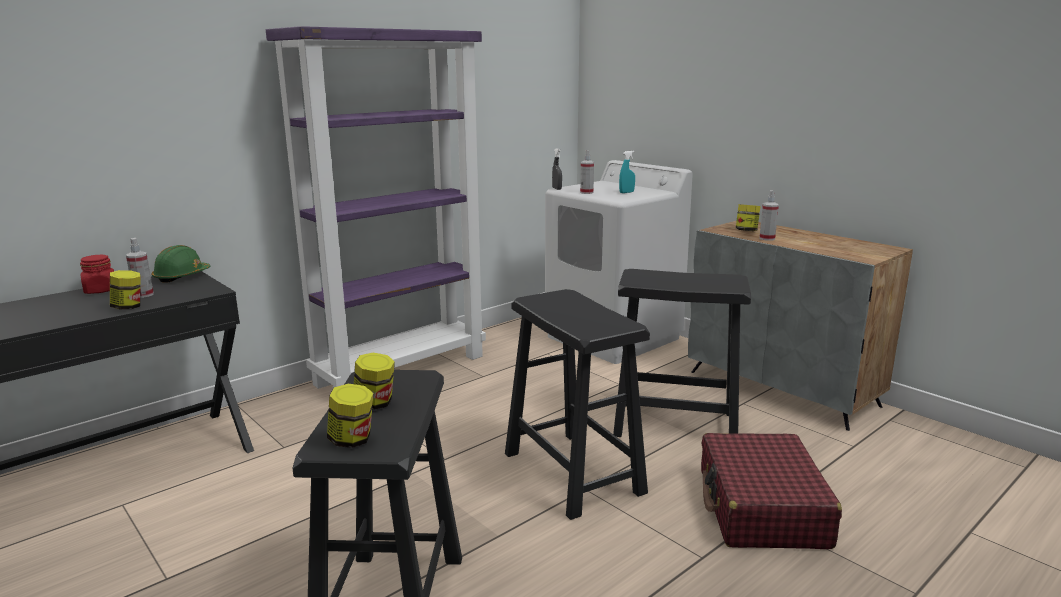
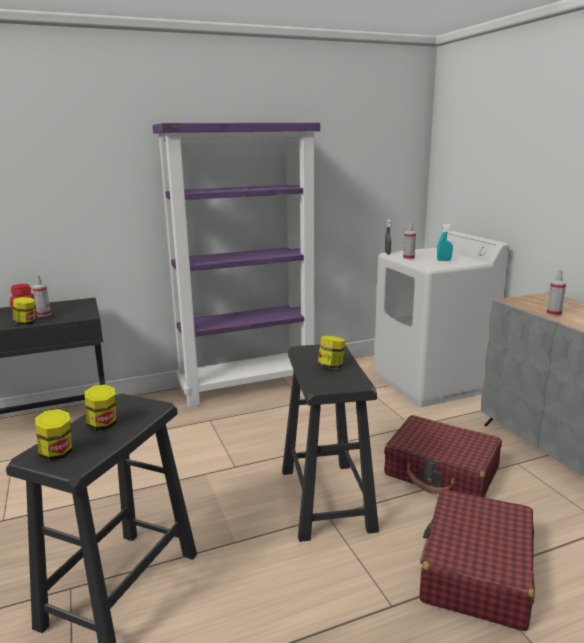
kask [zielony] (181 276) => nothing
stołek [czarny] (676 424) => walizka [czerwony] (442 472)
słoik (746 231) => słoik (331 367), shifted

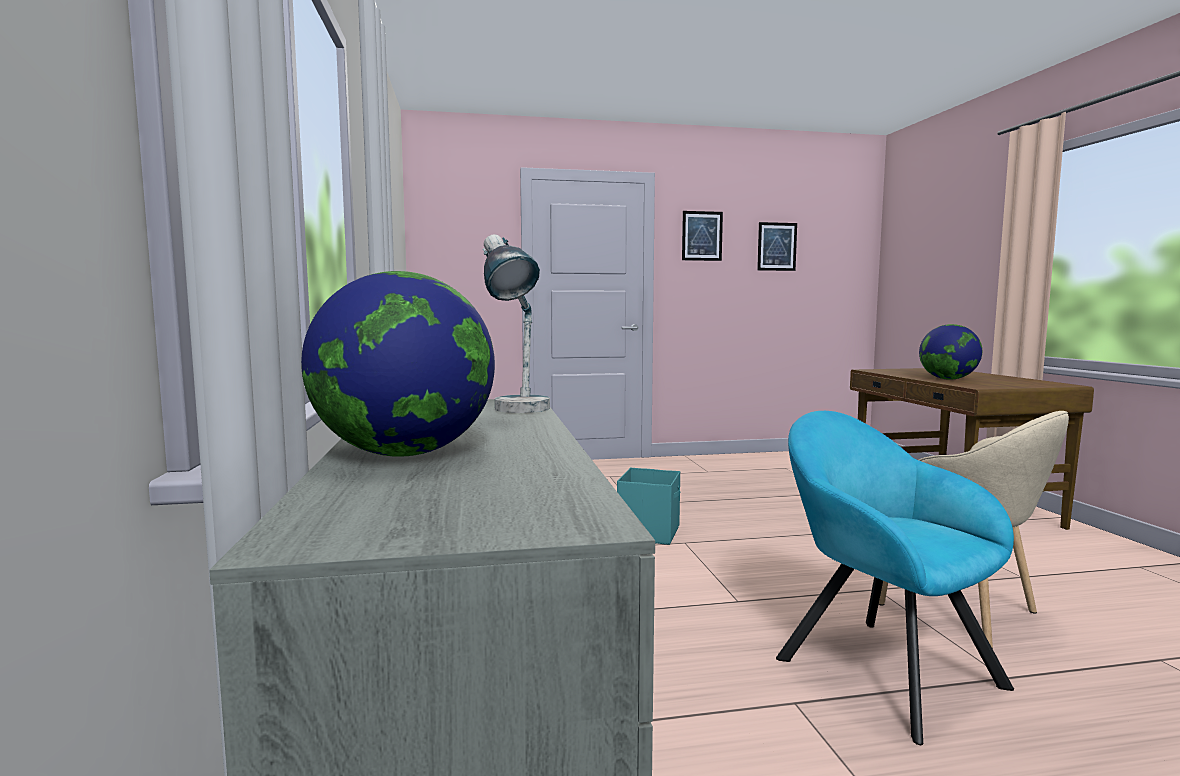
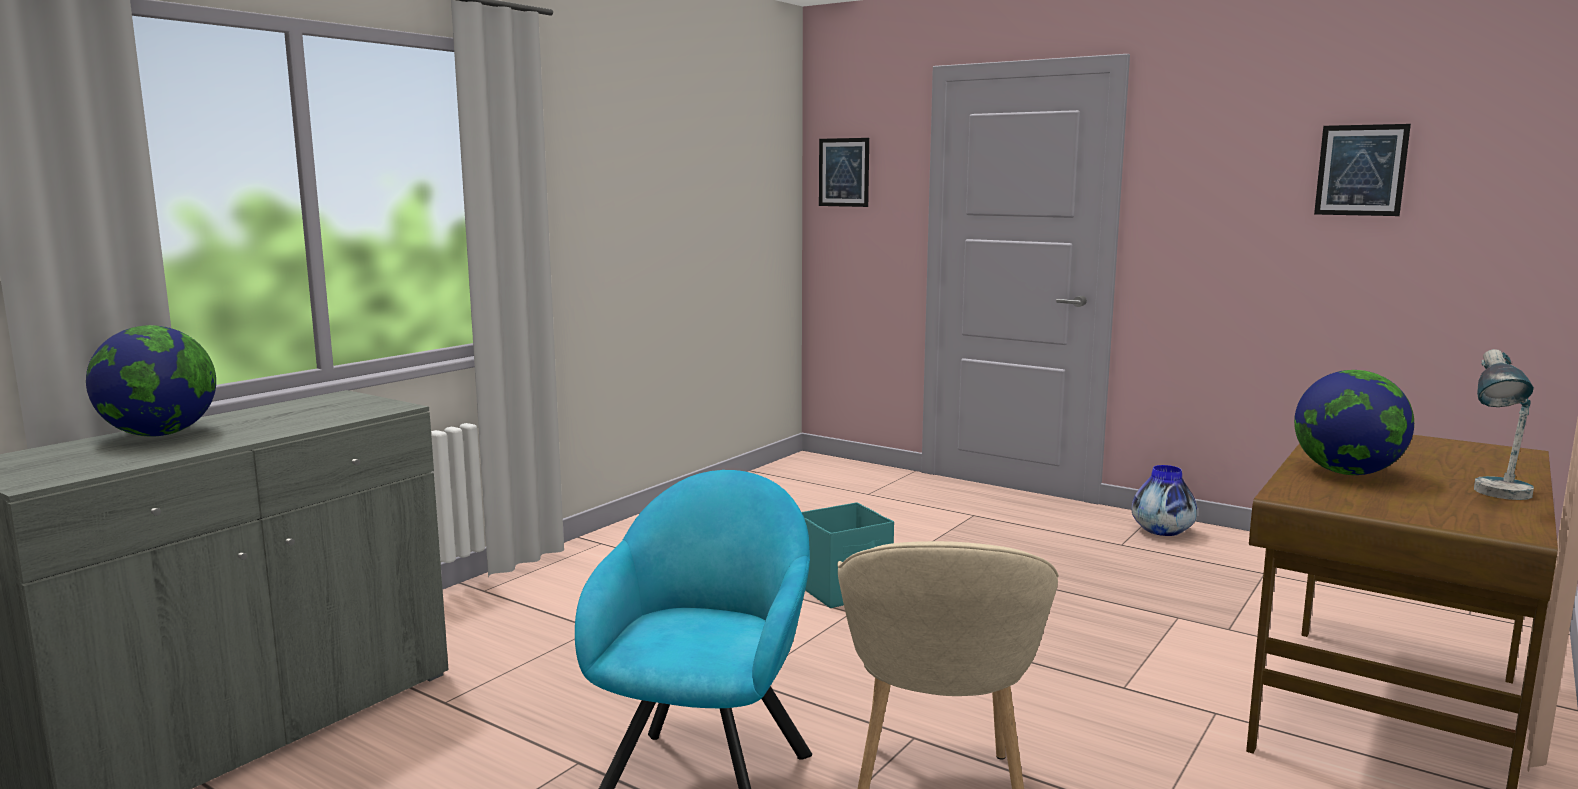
lampa stołowa (518 412) => lampa stołowa (1496 497), shifted
obraz (702 236) => obraz (844 172), shifted
nothing => wazon (1162 532)

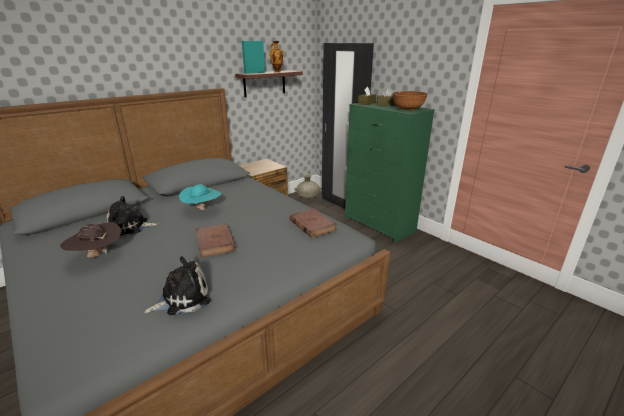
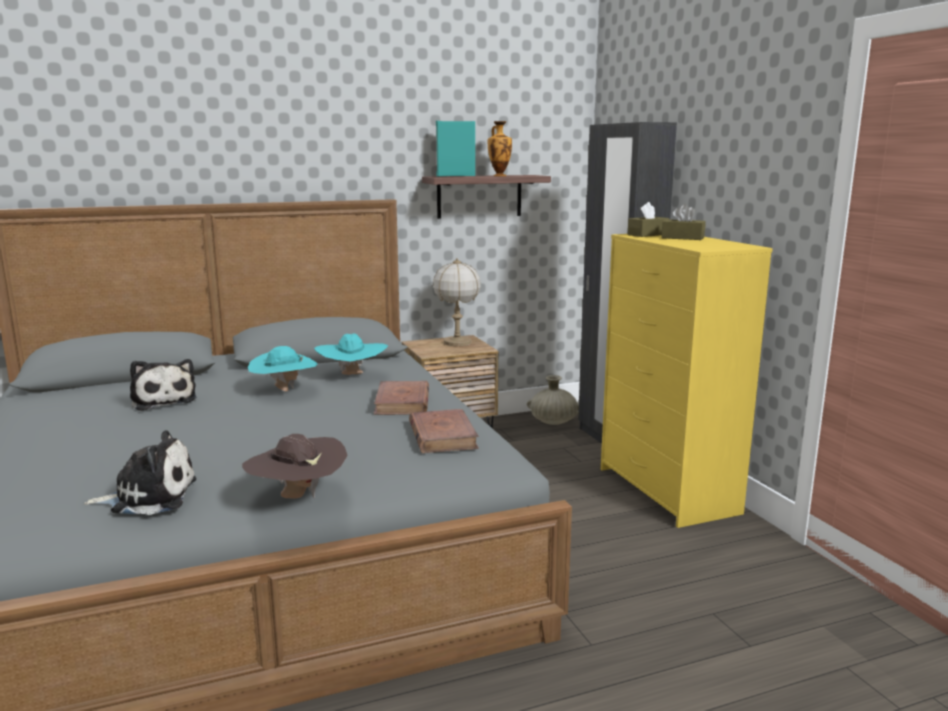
kapelusz [brązowy] (97 255) => kapelusz [brązowy] (297 497), shifted
pluszak (131 227) => pluszak (163 400), 135 degrees counterclockwise
książka [brązowy] (215 243) => książka [brązowy] (402 402), shifted
komoda [zielony] (379 225) => komoda [żółty] (668 491)
miska [brązowy] (408 109) => nothing
nothing => kapelusz [turkusowy] (352 376)
nothing => lampa stołowa (457 342)

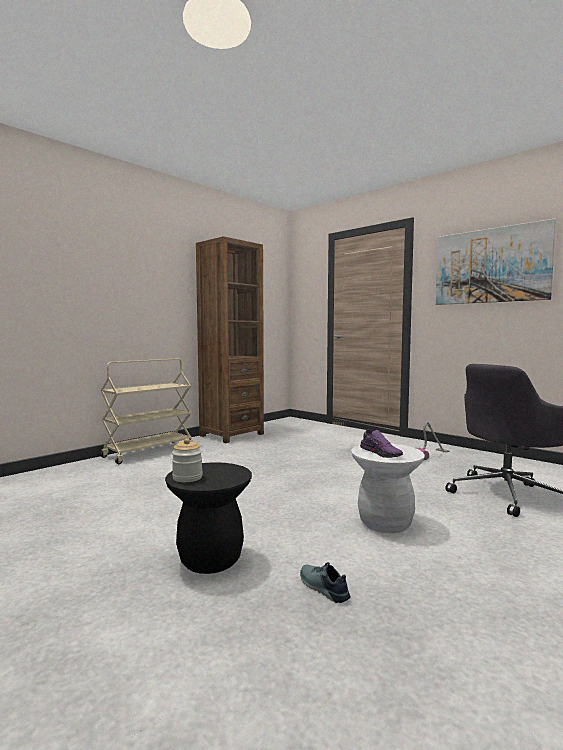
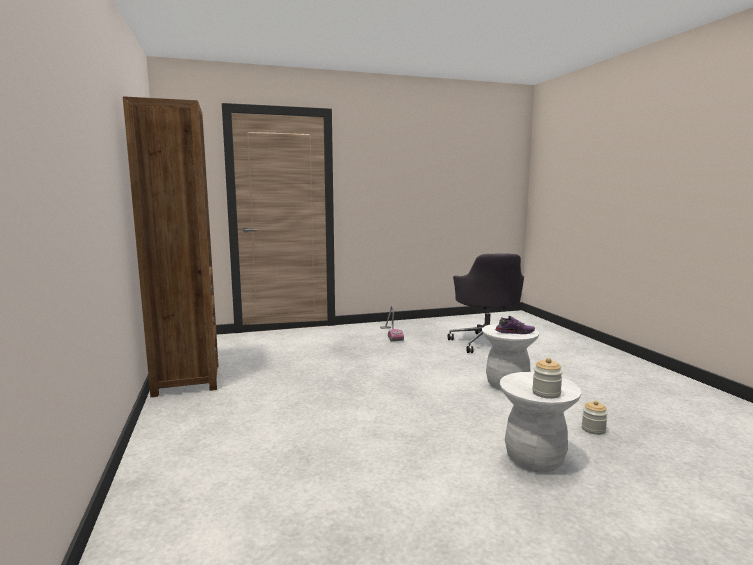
wózek [beżowy] (149 452) => nothing
stołek [czarny] (210 559) => stołek [biały] (534 459)
but (322 588) => słoik (593 429)
obraz (491 266) => nothing

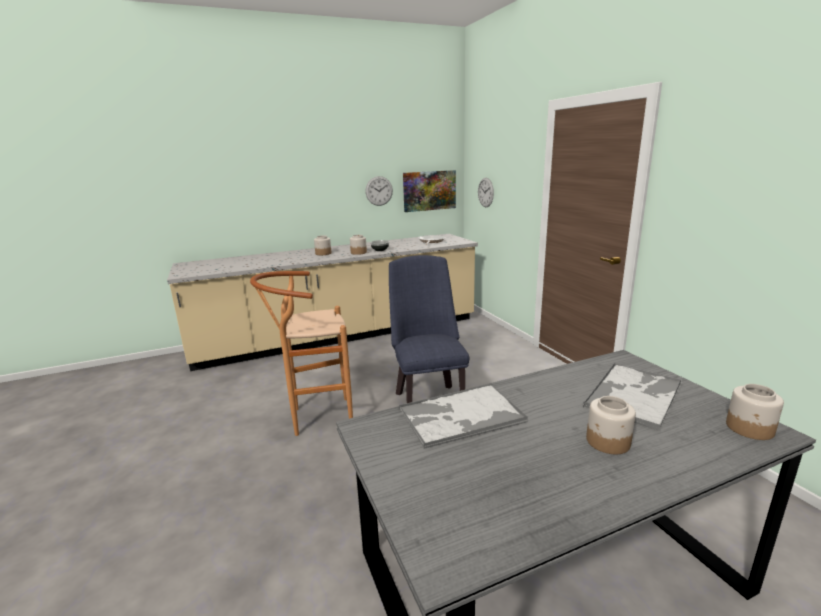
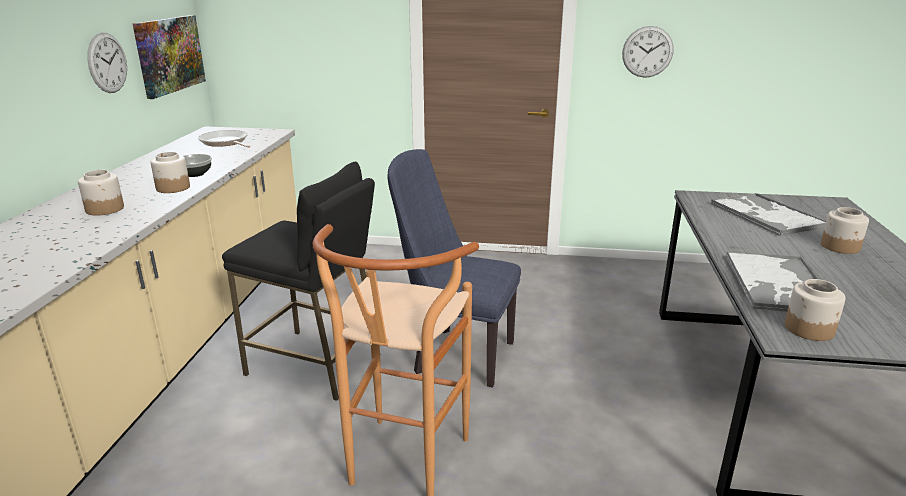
zegar ścienny (485 192) => zegar ścienny (647 52), shifted
słoik (750 428) => słoik (809 329), shifted
nothing => stołek [czarny] (315 364)

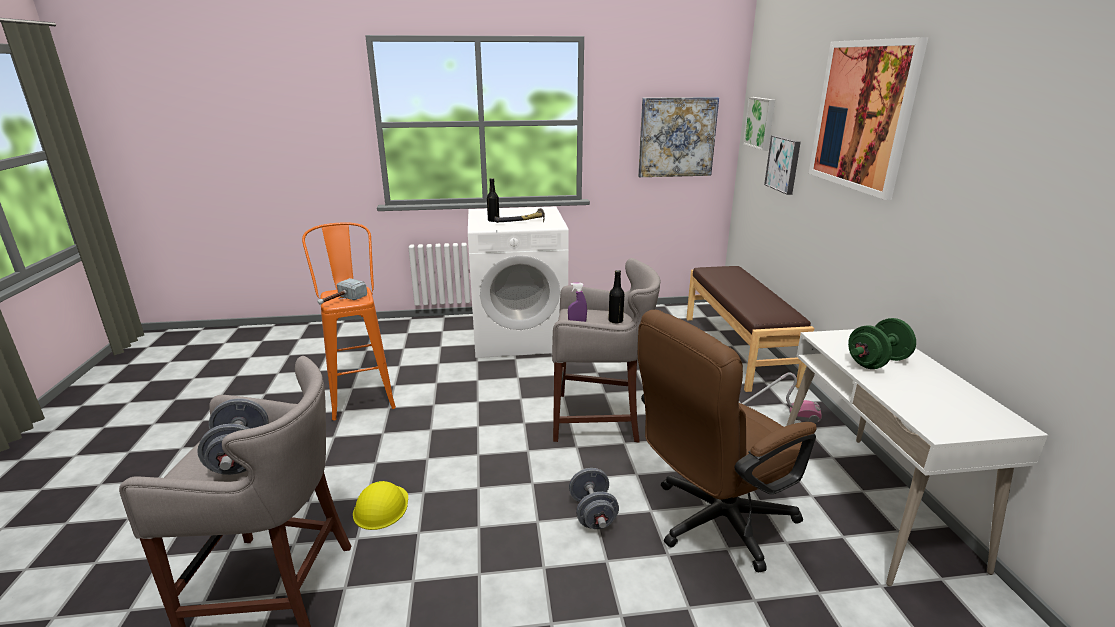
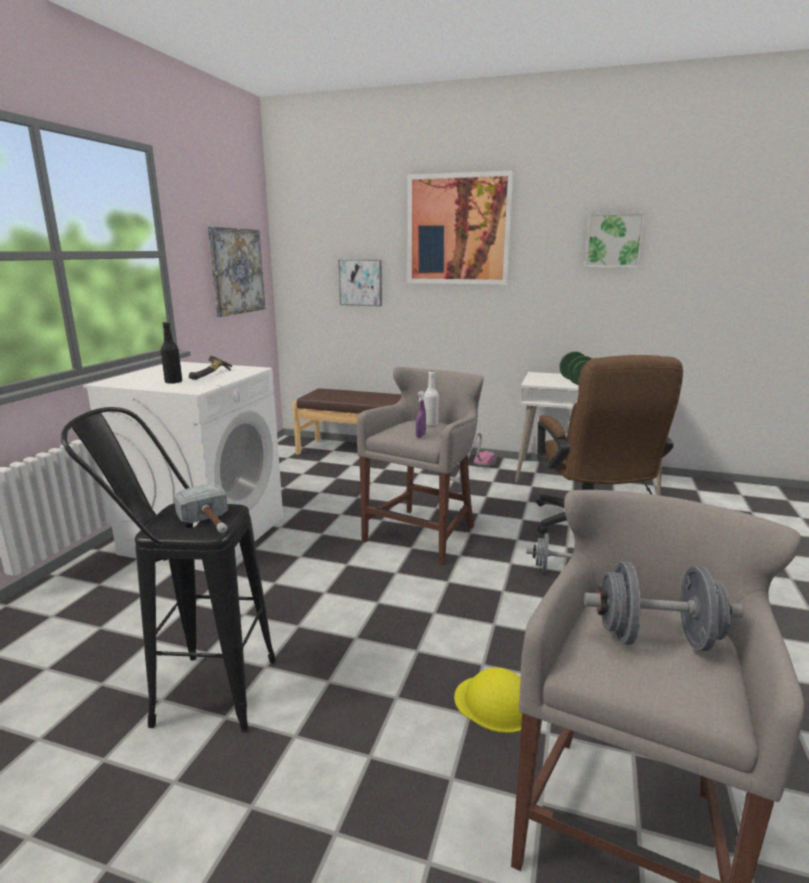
stołek [pomarańczowy] (361 394) => stołek [czarny] (196 690)
butelka [czarny] (615 321) => butelka [biały] (430 424)
obraz (760 123) => obraz (614 240), shifted

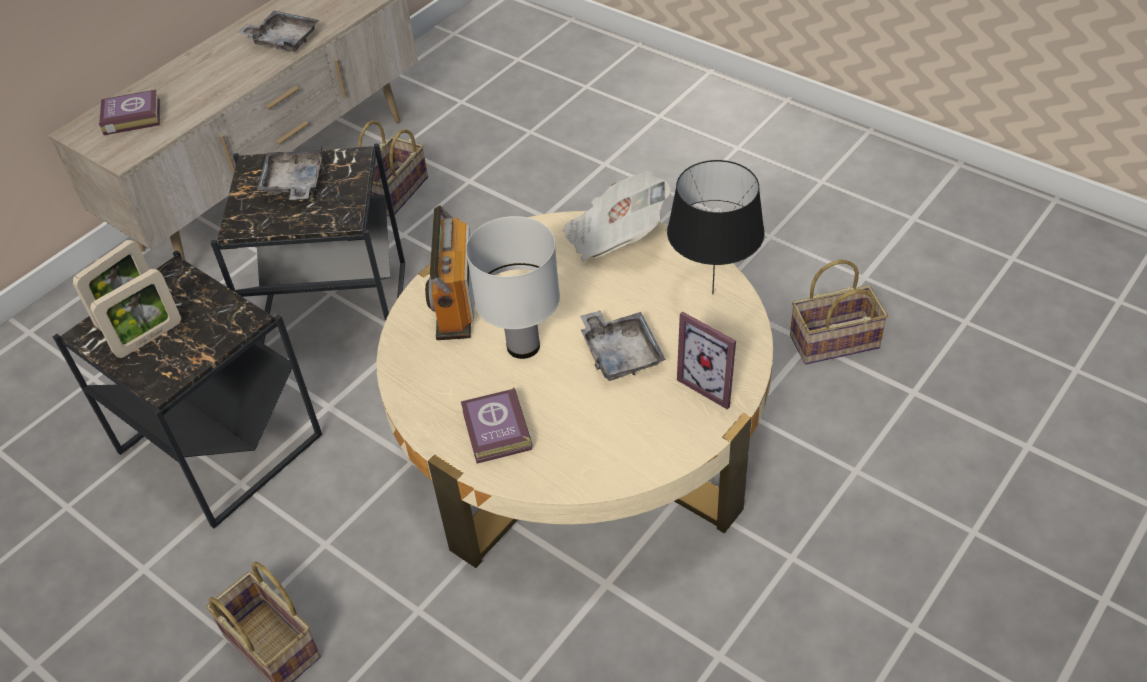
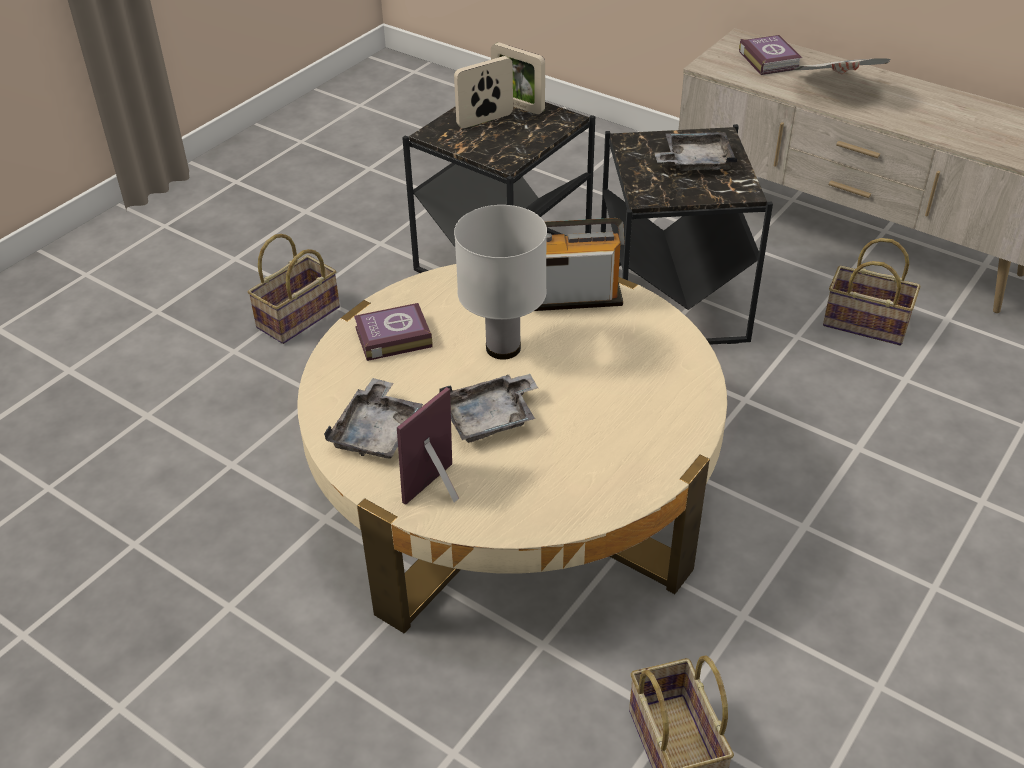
ramka na zdjęcie (149 338) => ramka na zdjęcie (485 120), 105 degrees clockwise
taca [szary] (283 40) => taca [szary] (377 432), shifted
gazeta (615 237) => gazeta (836 88), shifted
lampa stołowa [czarny] (713 293) => nothing

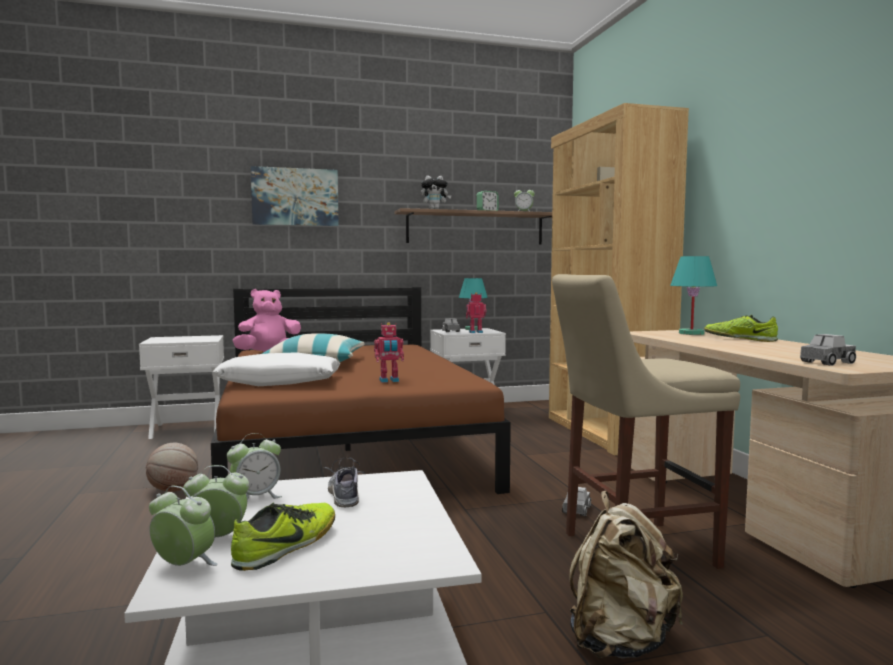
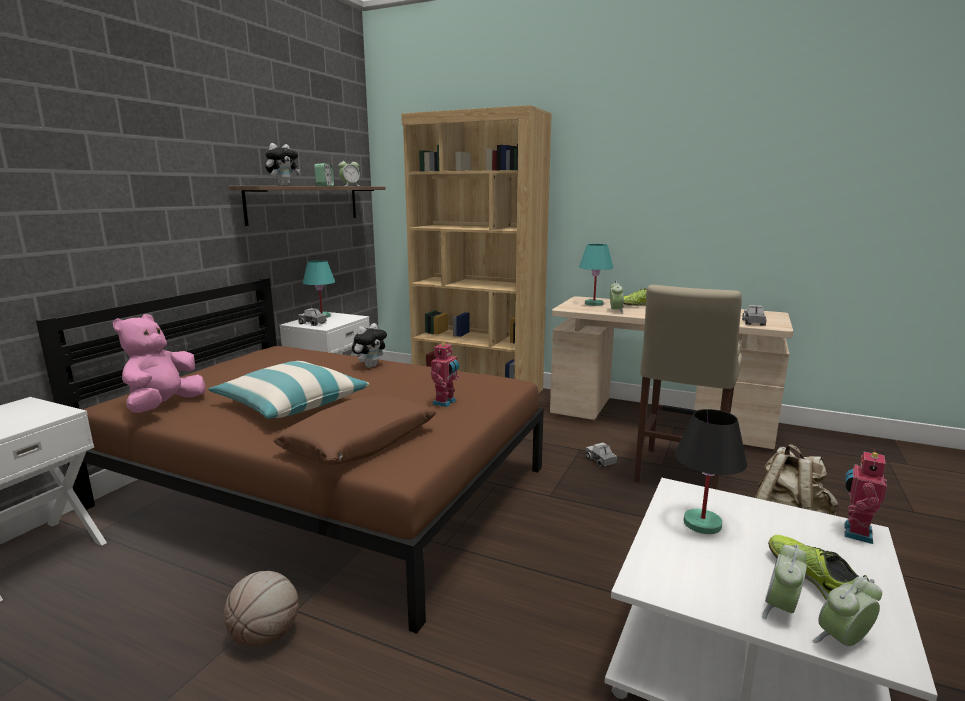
poduszka [biały] (280 382) => poduszka [brązowy] (360 442)
budzik (256 497) => budzik (615 311), shifted
obraz (295 197) => nothing
but (344 495) => lampa stołowa [czarny] (702 524)
robot zabawkowy (475 332) => robot zabawkowy (855 532), shifted
nothing => pluszak (370 366)

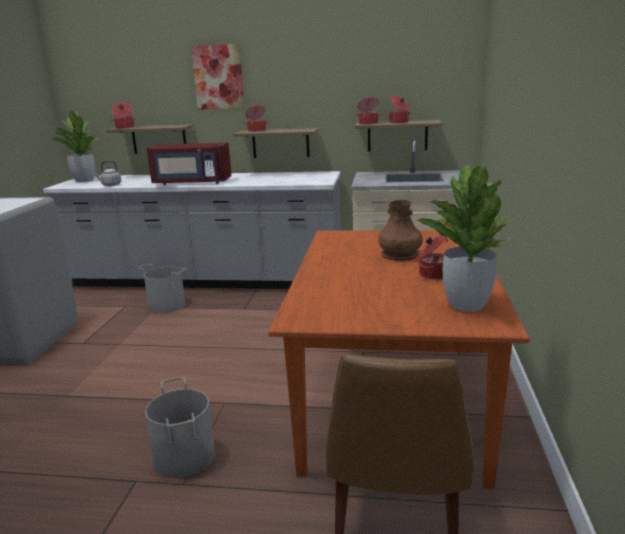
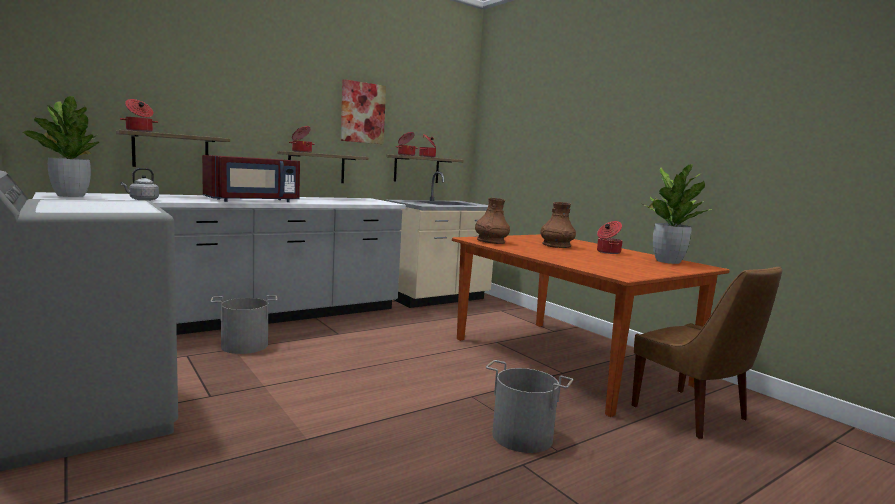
obraz (218 77) => obraz (362 113), shifted
nothing => wazon [brązowy] (491 241)

